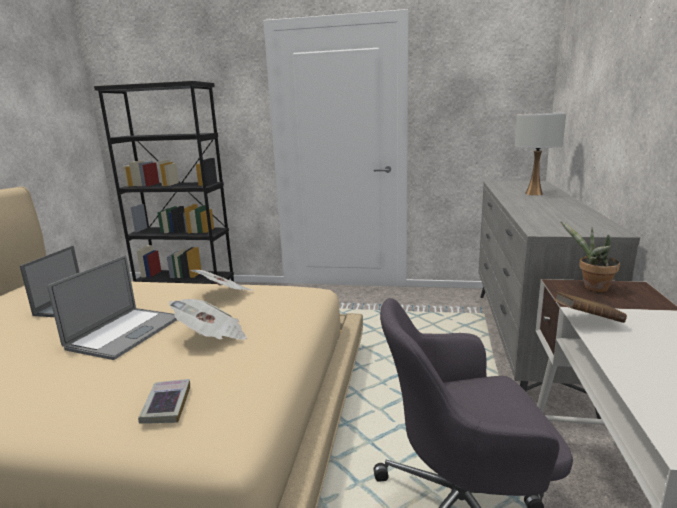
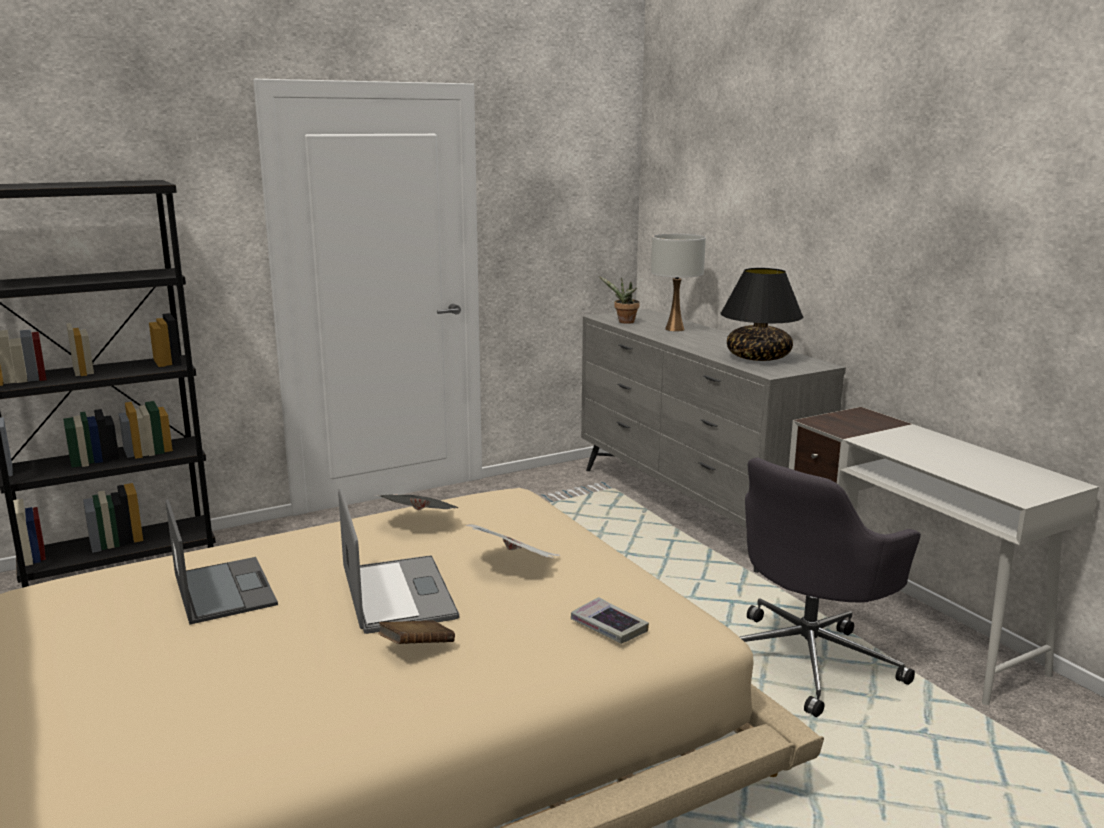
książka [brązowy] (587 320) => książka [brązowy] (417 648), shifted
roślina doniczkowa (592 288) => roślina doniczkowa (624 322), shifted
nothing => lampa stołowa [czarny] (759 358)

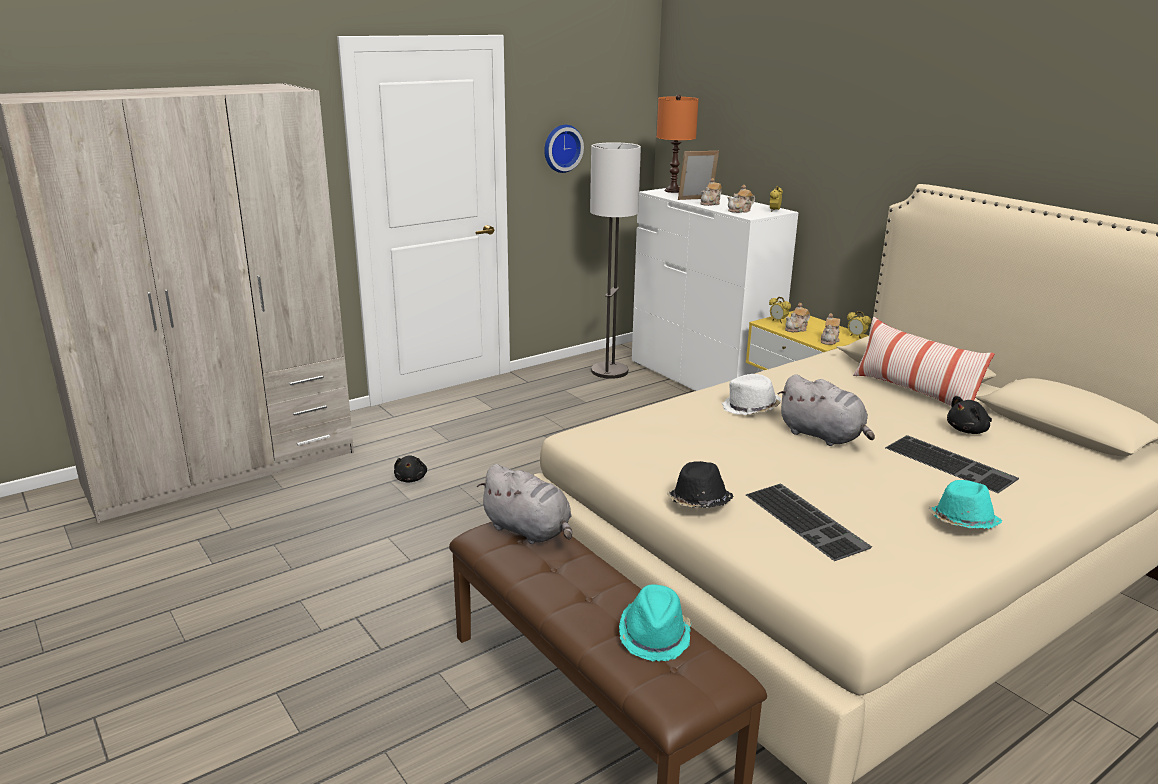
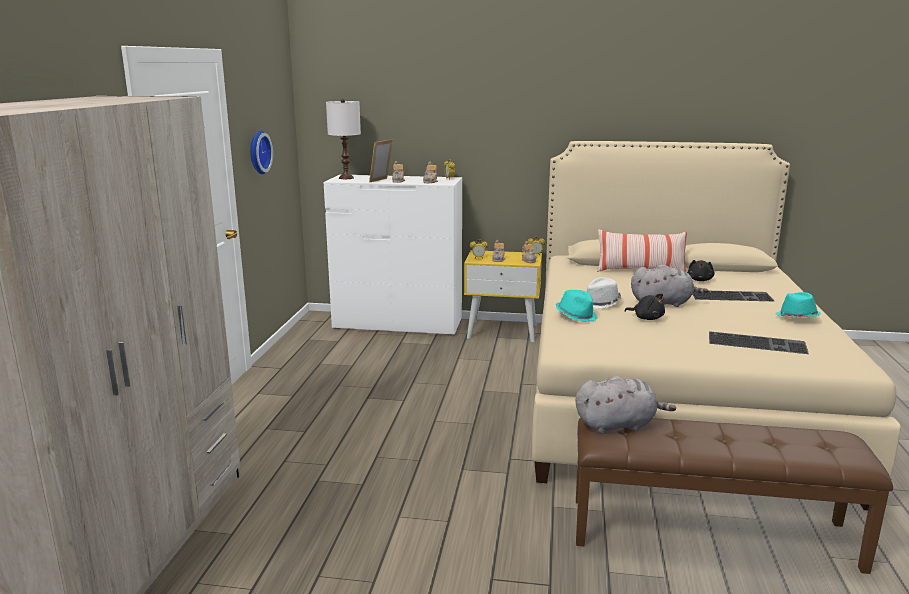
pluszak [czarny] (411 479) => pluszak [czarny] (647 318), shifted
lampa stojąca (610 371) => nothing
kapelusz [turkusowy] (655 635) => kapelusz [turkusowy] (576 316), shifted
lampa stołowa [pomarańczowy] (673 191) => lampa stołowa [biały] (346 178)
kapelusz [czarny] (699 503) => nothing

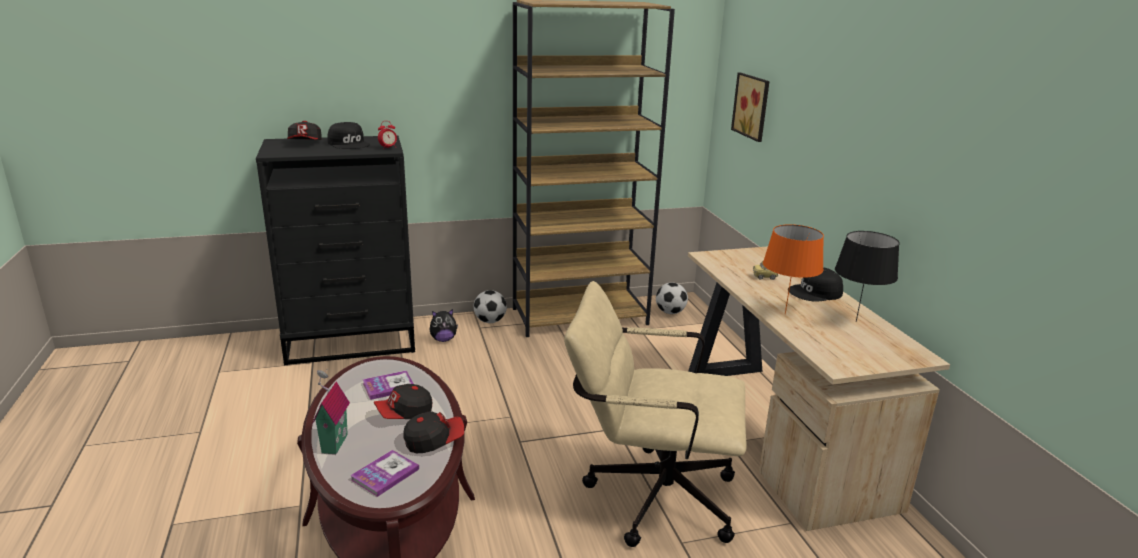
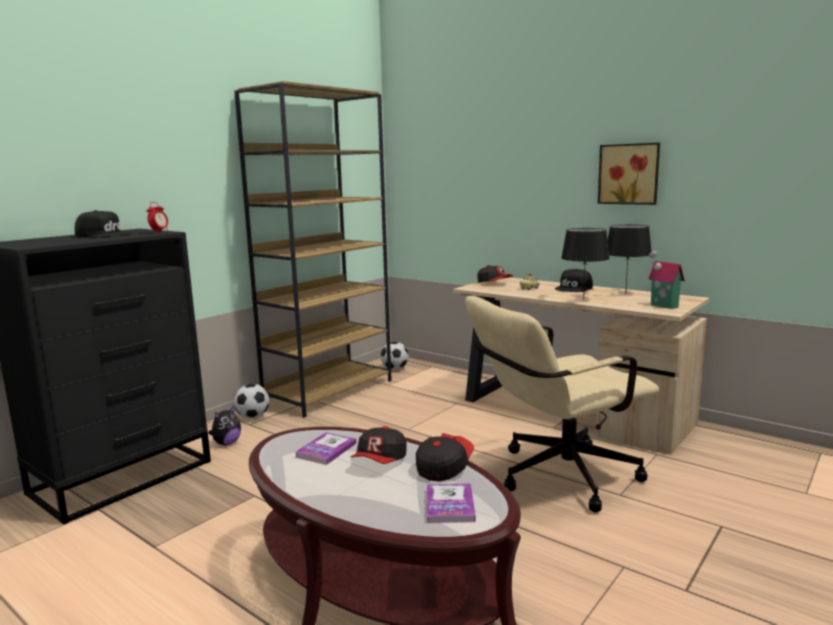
czapka z daszkiem (305 143) => czapka z daszkiem (494 283), shifted
domek (332 443) => domek (663 306), shifted
obraz (753 106) => obraz (629 174), shifted
lampa stołowa [pomarańczowy] (785 313) => lampa stołowa [czarny] (583 299)

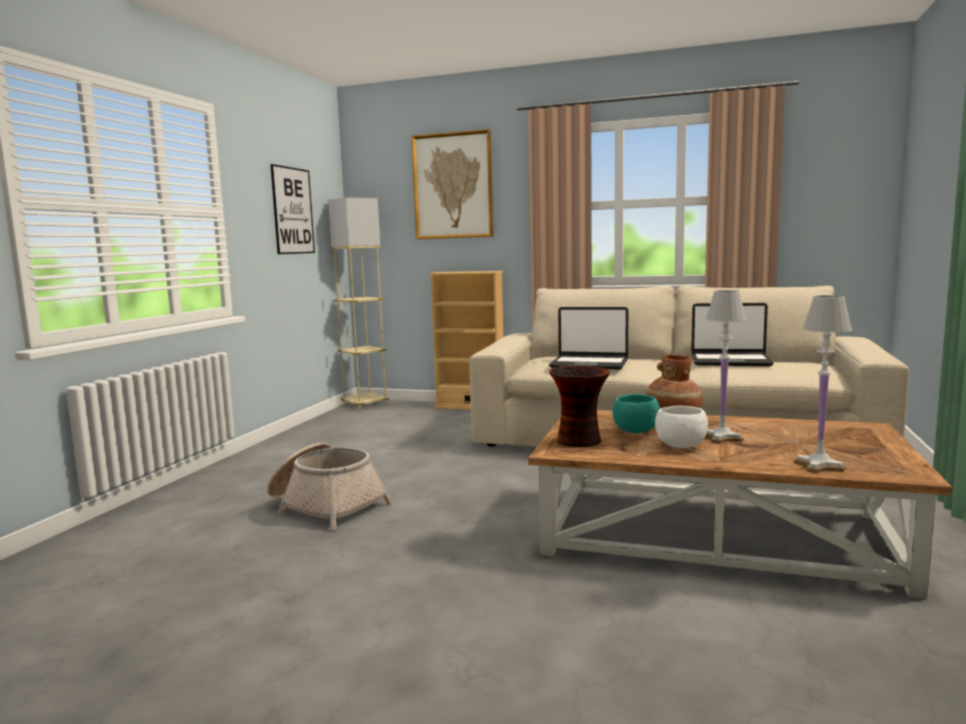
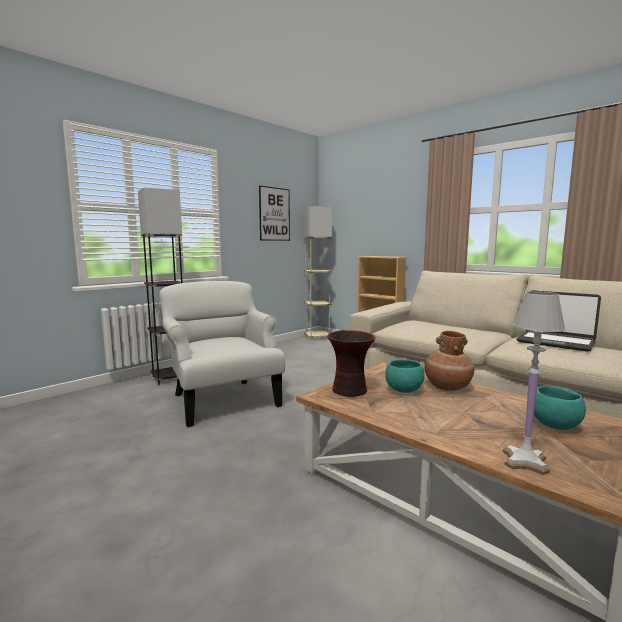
koszyk (326 506) => fotel [biały] (222 399)
obraz (453 186) => nothing
laptop (589 364) => nothing
miska [biały] (680 446) => nothing
lampa stołowa [biały] (721 438) => nothing
nothing => lampa stojąca [szary] (170 378)
nothing => miska [turkusowy] (555 426)

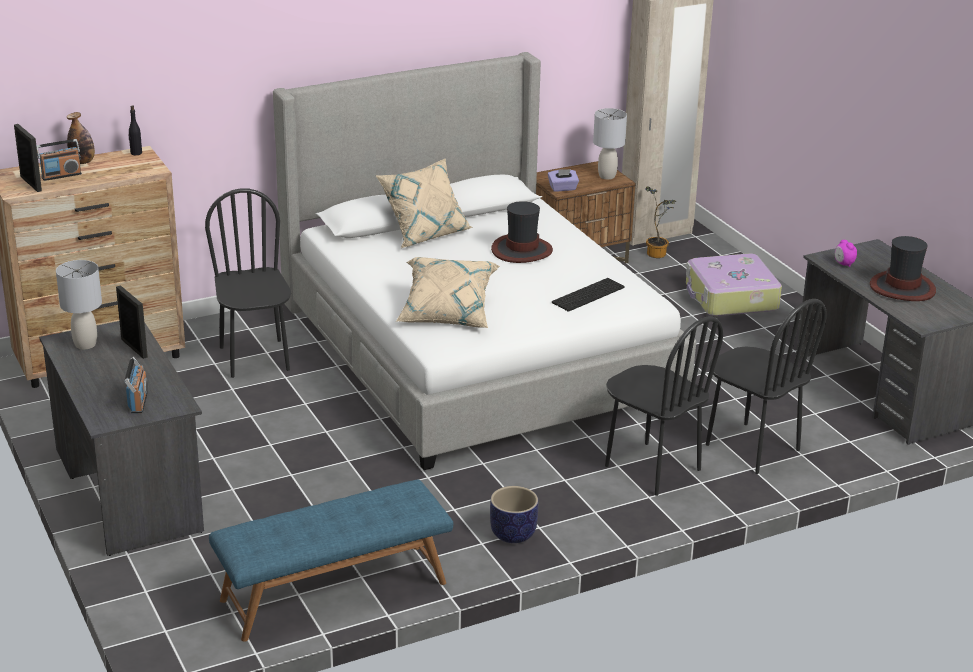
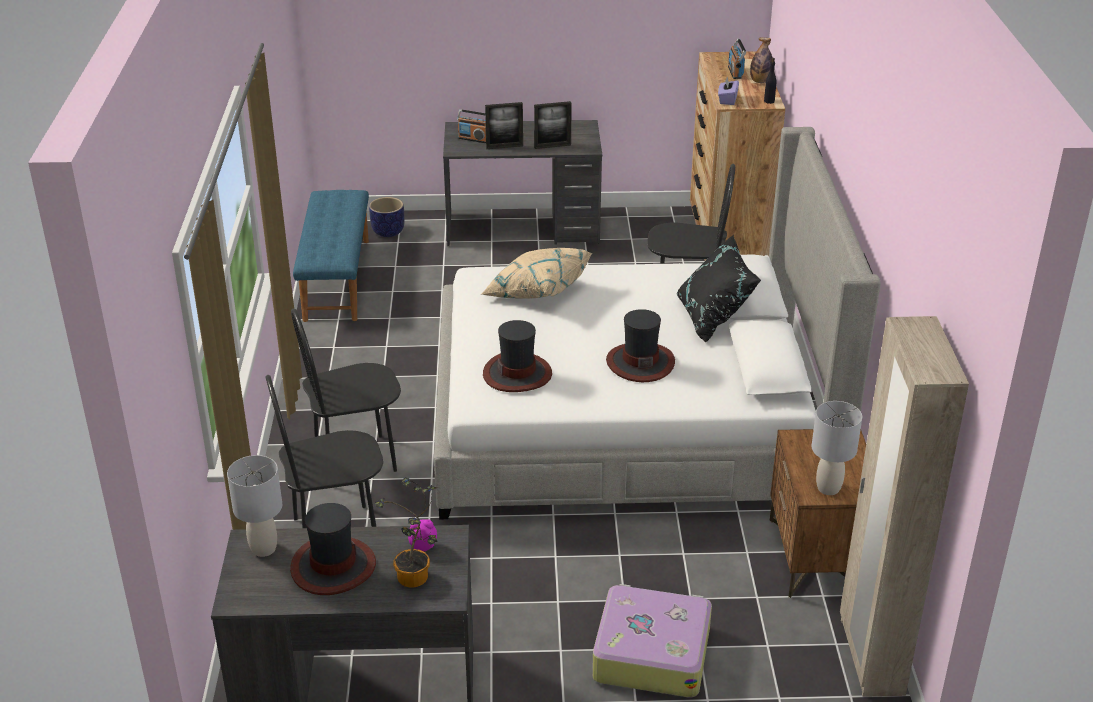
ramka na zdjęcie (31 183) => ramka na zdjęcie (504 147), shifted
lampa stołowa [szary] (85 344) => lampa stołowa [szary] (264 548), shifted
poduszka [beżowy] (425 234) => poduszka [czarny] (714 318)
donica (512 534) => donica (388 231), shifted
pudełko chusteczek [fioletowy] (563 188) => pudełko chusteczek [fioletowy] (727 100), shifted
klawiatura (587 294) => kapelusz (517 374)
roślina doniczkowa (658 253) => roślina doniczkowa (415 580), shifted

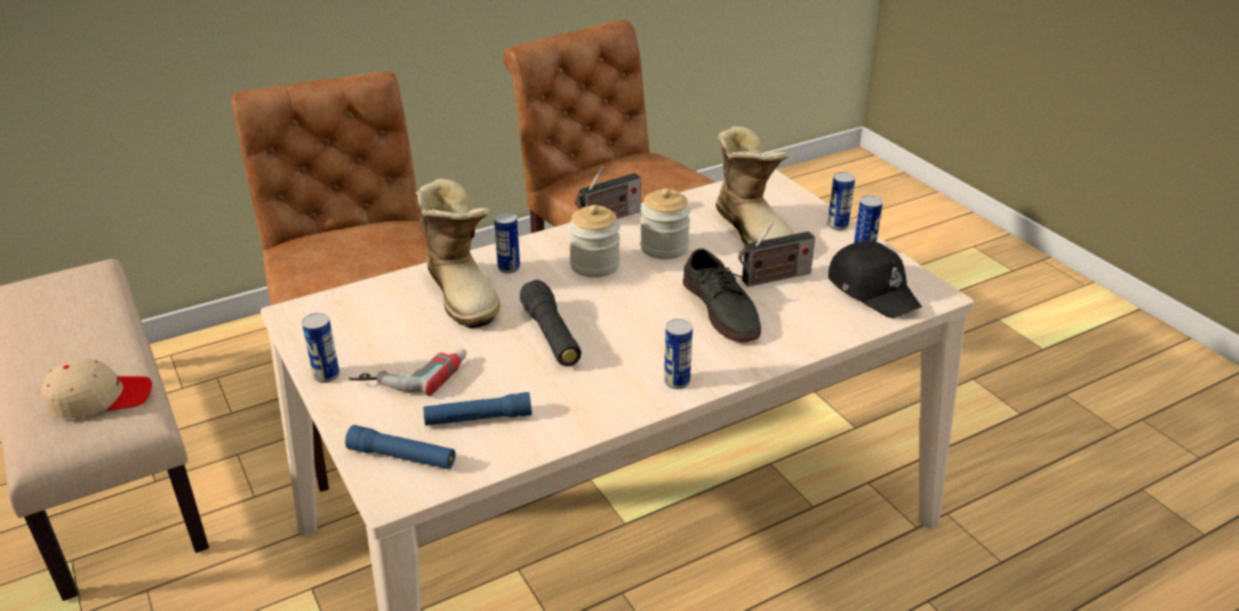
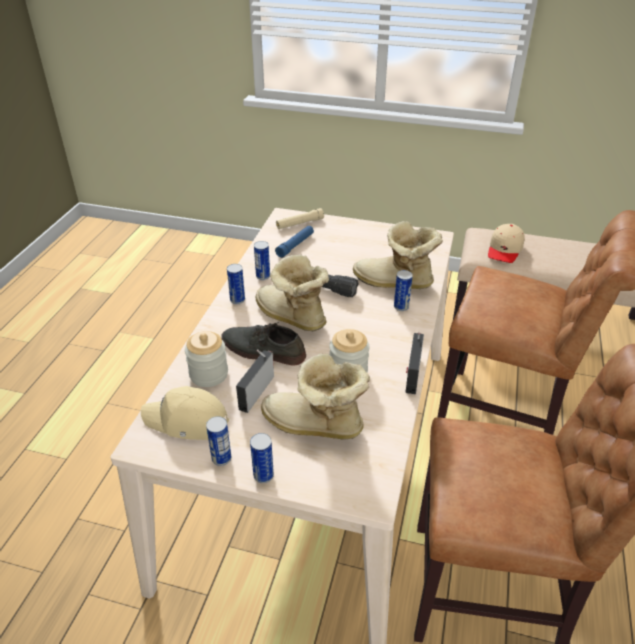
puszka (326 375) => puszka (263 276), shifted
latarka [niebieski] (402 457) => latarka [beżowy] (299 223)
wiertarka (411 372) => nothing
słoik (595 265) => słoik (209 374), shifted
czapka z daszkiem [czarny] (873 290) => czapka z daszkiem [beżowy] (186 421)
nothing => but z cholewką (290 318)

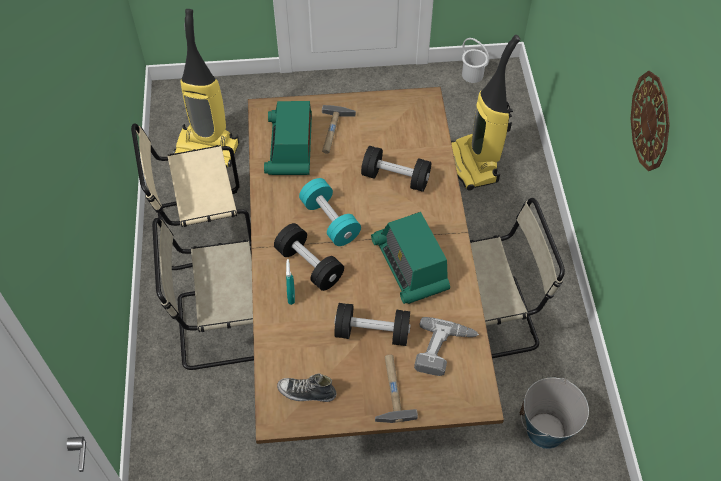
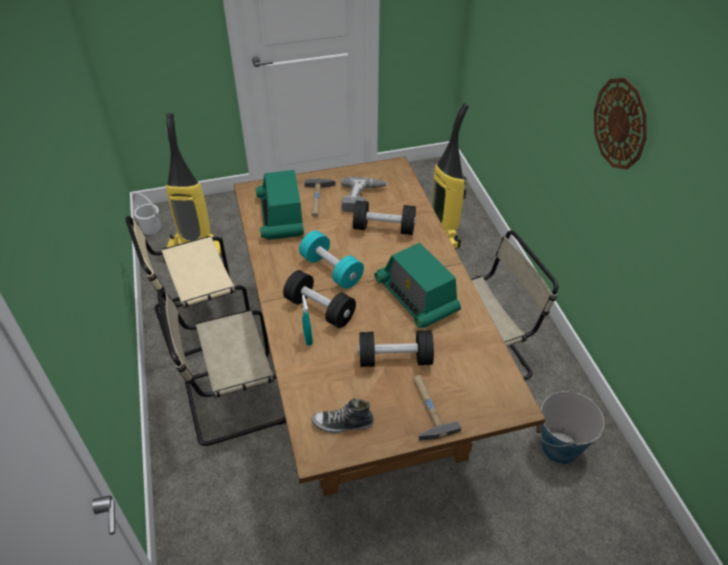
wiertarka (444 351) => wiertarka (363 198), shifted
wiadro [biały] (472 74) => wiadro [biały] (151 227), shifted

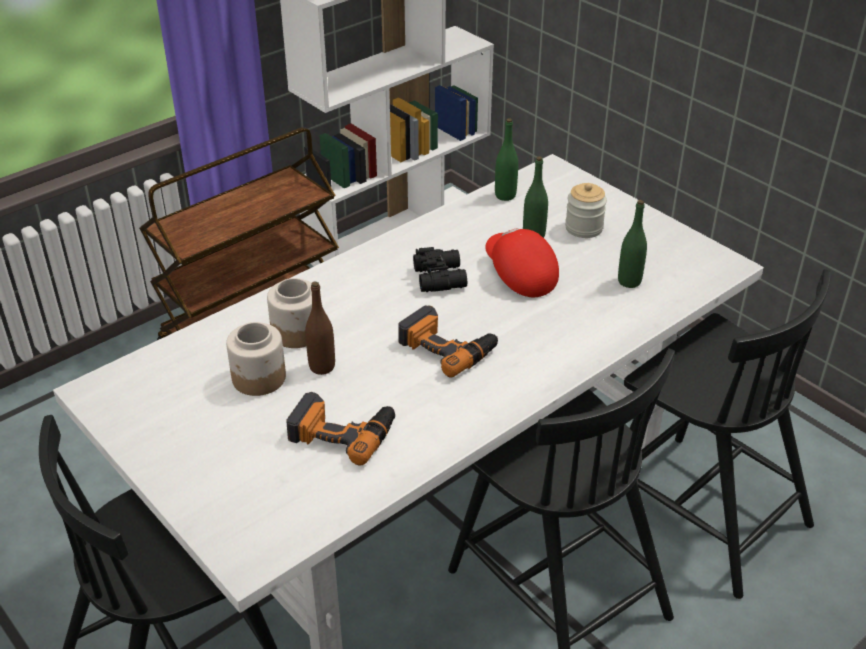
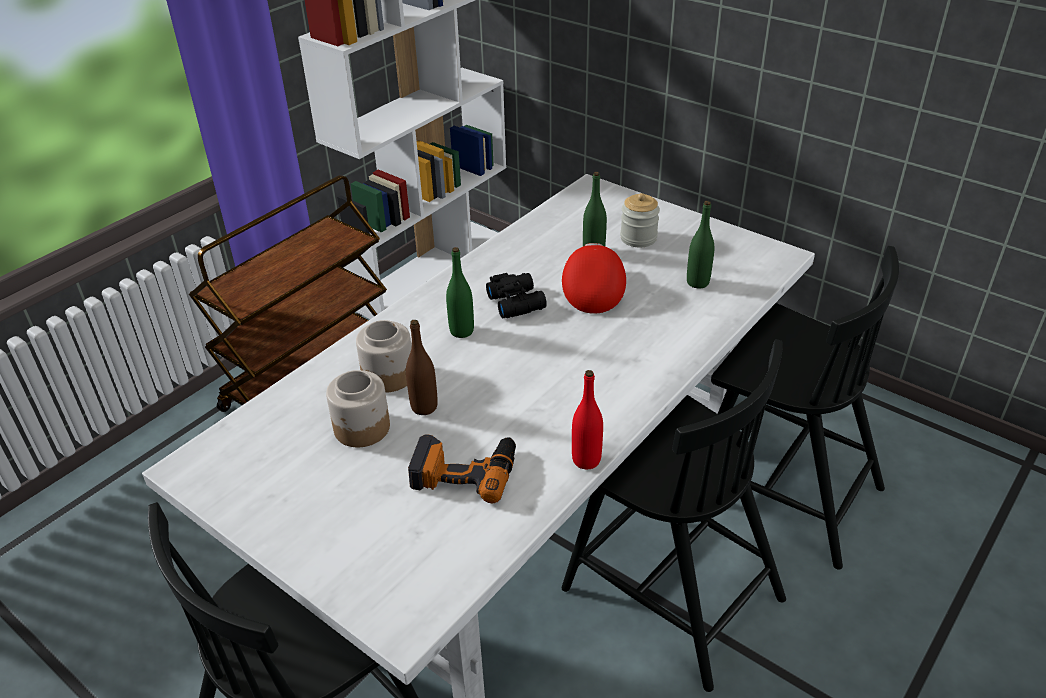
wiertarka (447 347) => nothing
czapka z daszkiem [czerwony] (519 275) => czapka z daszkiem [czerwony] (592 290), 45 degrees clockwise
butelka [zielony] (505 195) => butelka [zielony] (461 331), shifted
nothing => butelka [czerwony] (586 460)

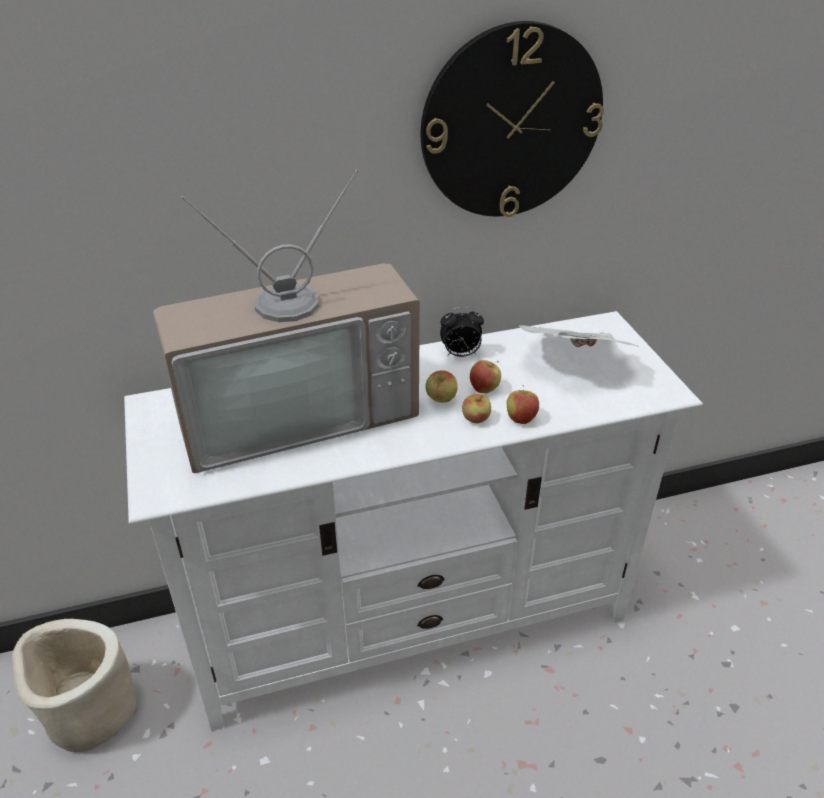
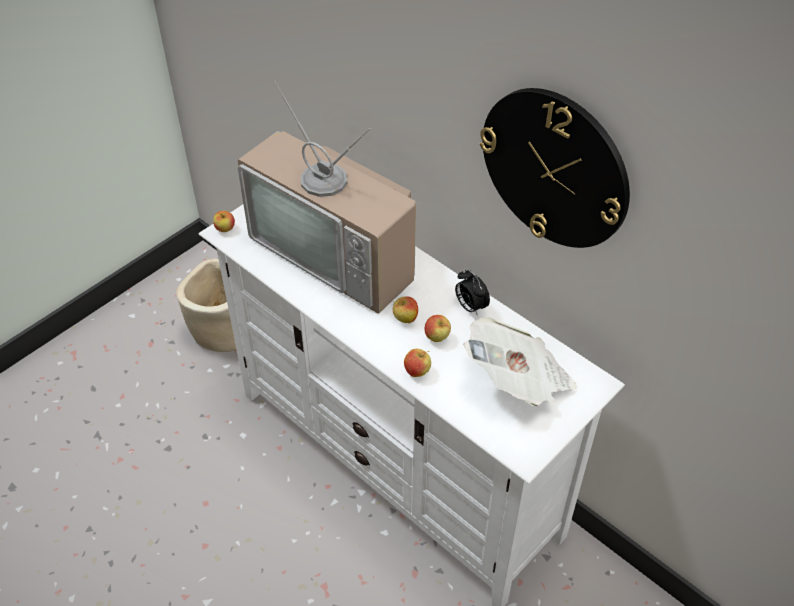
jabłko (476 419) => jabłko (225 229), shifted

